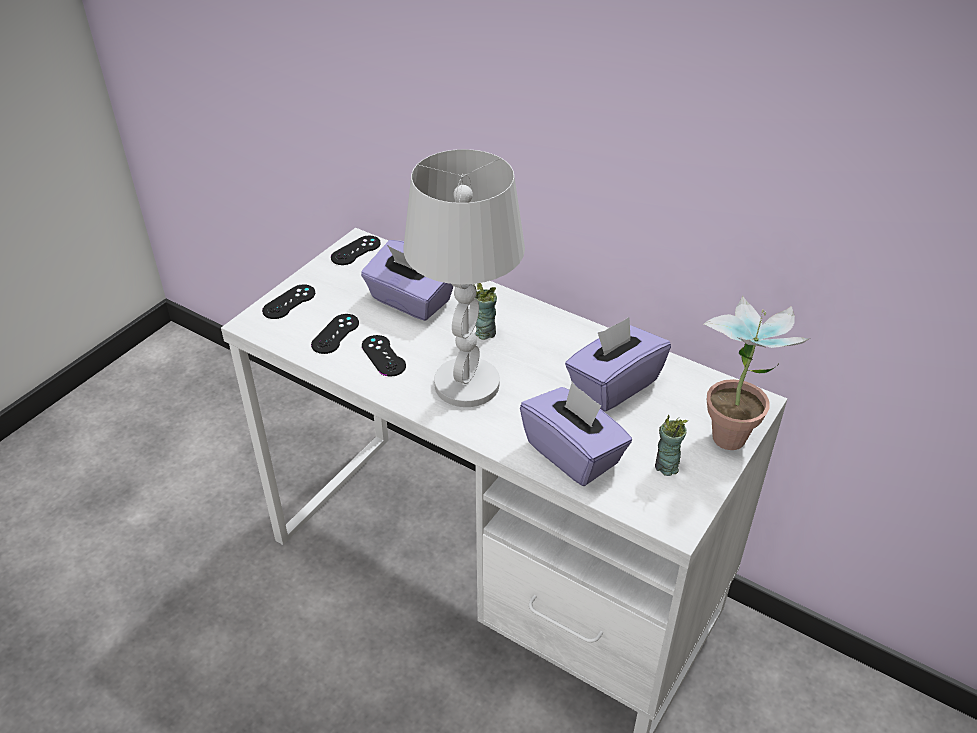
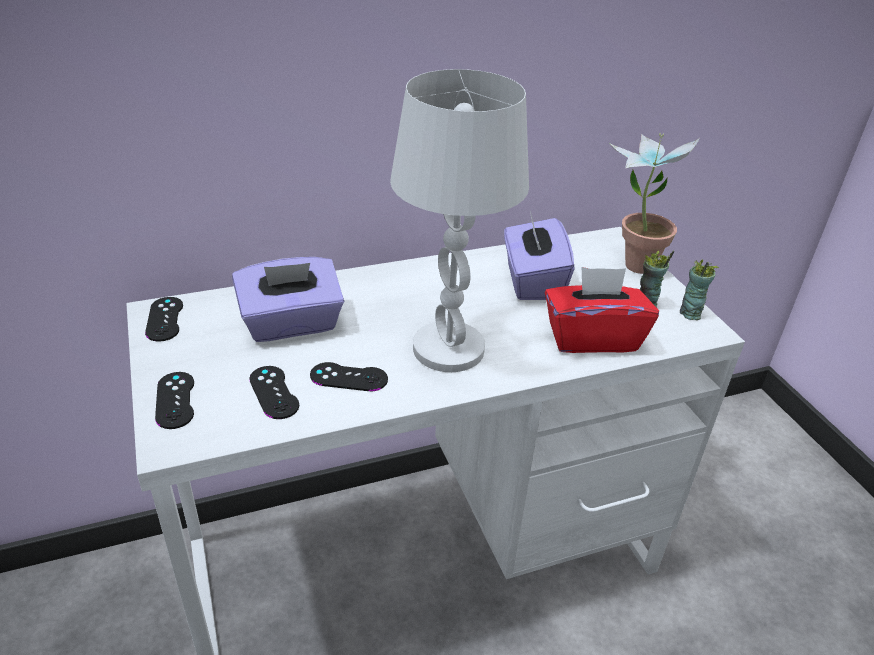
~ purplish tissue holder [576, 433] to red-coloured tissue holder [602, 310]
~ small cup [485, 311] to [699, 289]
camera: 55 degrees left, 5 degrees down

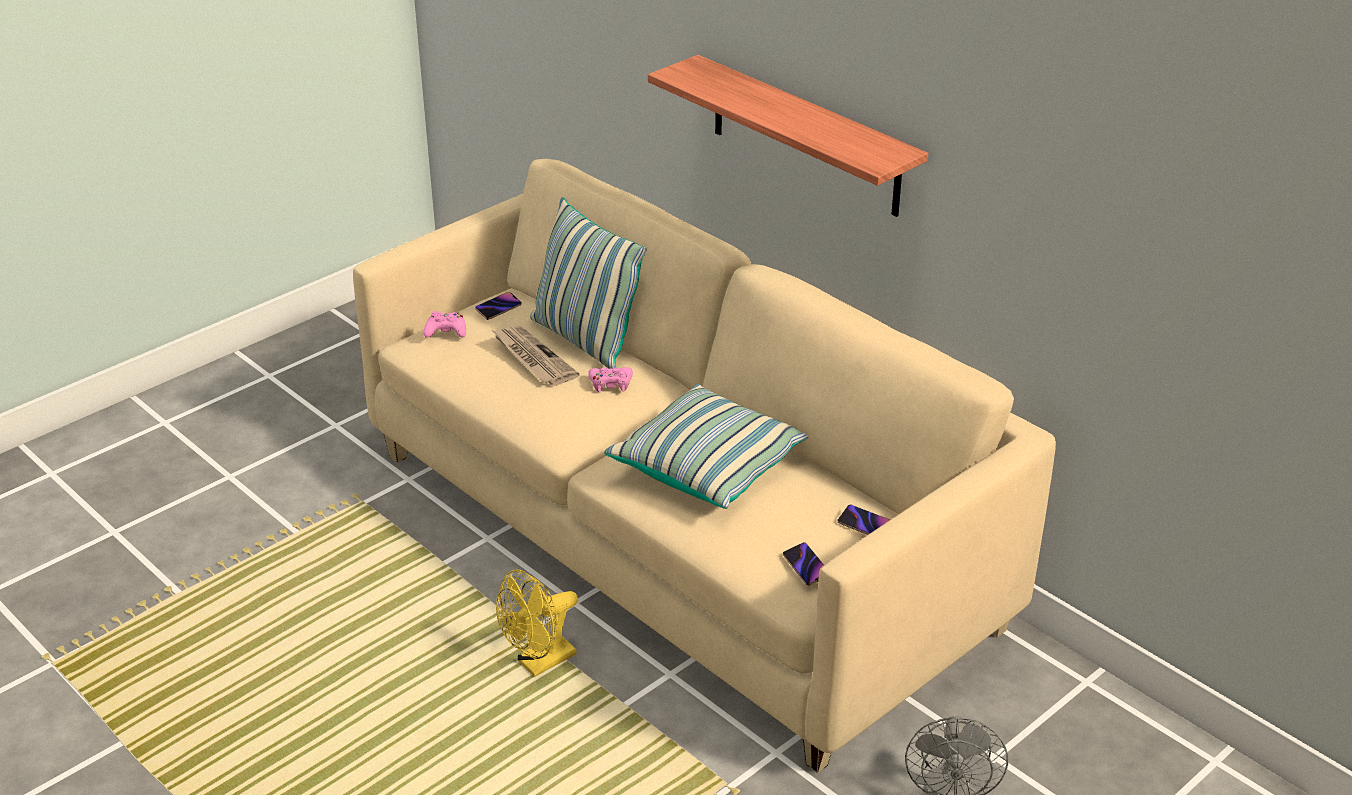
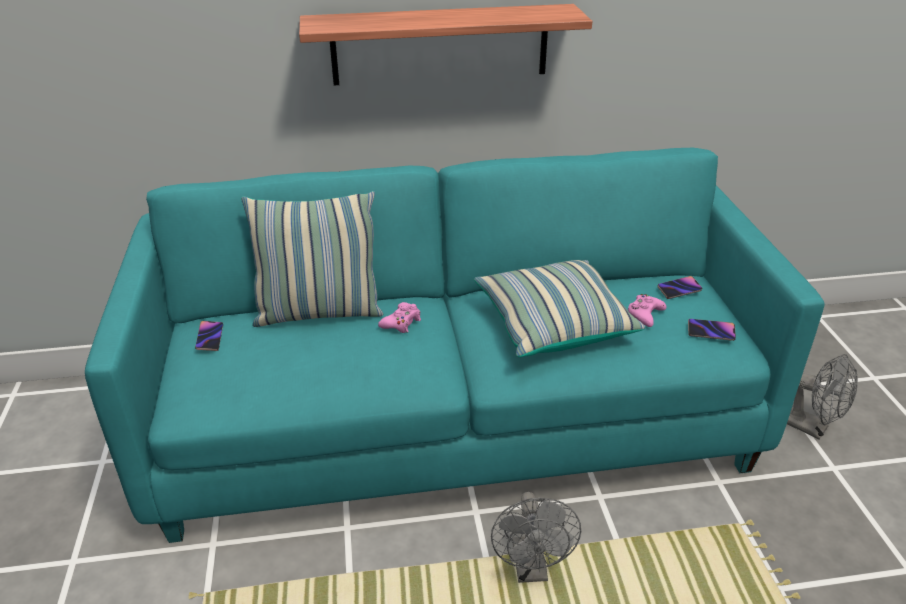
~ sand-coloured settee [704, 466] to turquoise-coloured settee [454, 345]
~ yellow-coloured fan [537, 623] to grey fan [536, 537]
~ pink gamepad [445, 324] to [647, 310]
- printed paper [535, 355]
camera: 55 degrees left, 0 degrees up

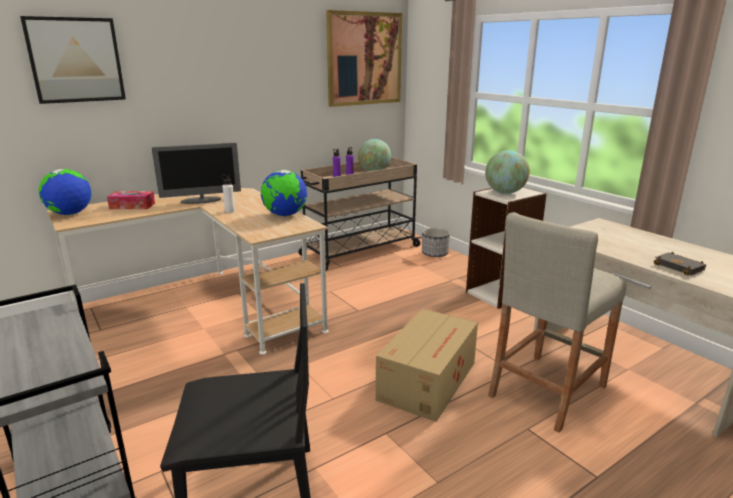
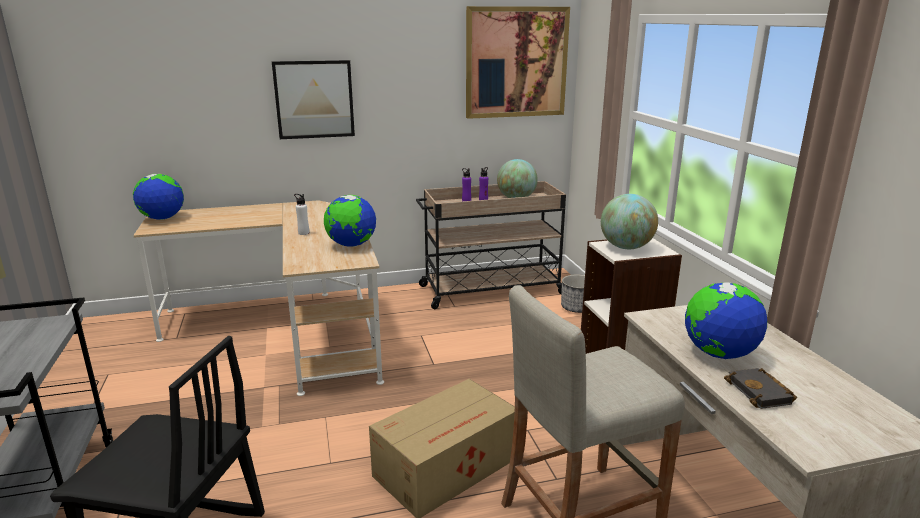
~ wall picture [73, 60] to [313, 99]
+ desk globe [726, 321]
- tissue holder [131, 200]
- monitor [196, 173]
camera: 20 degrees right, 0 degrees up

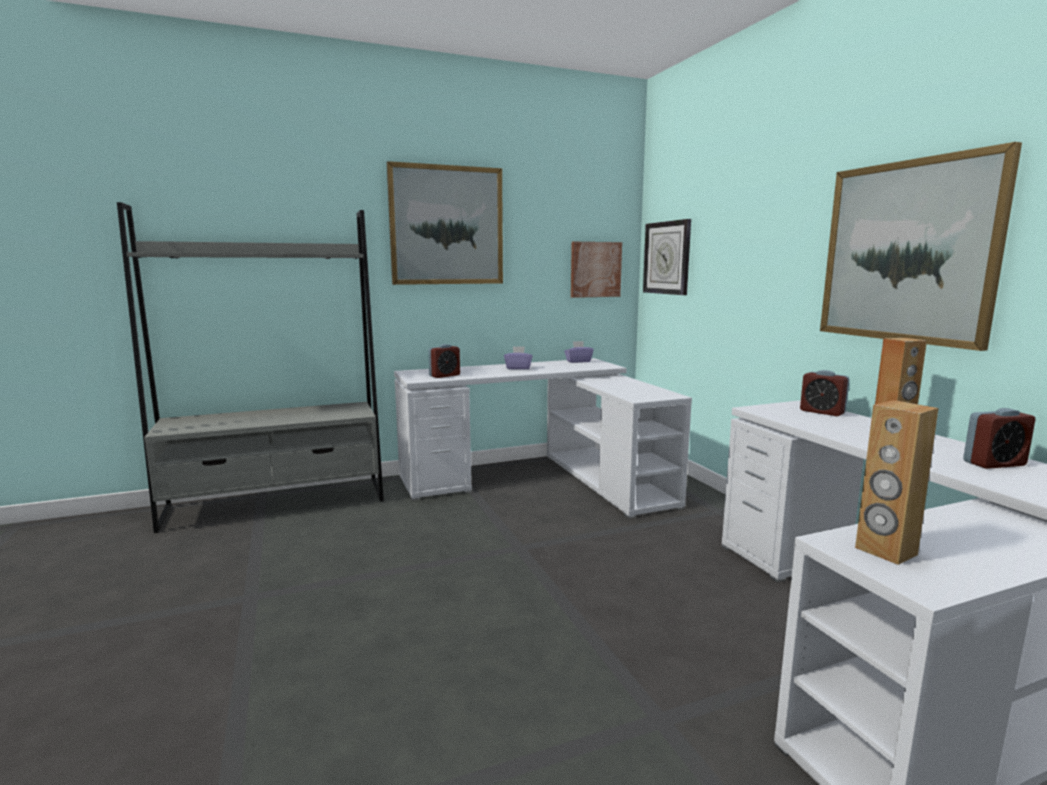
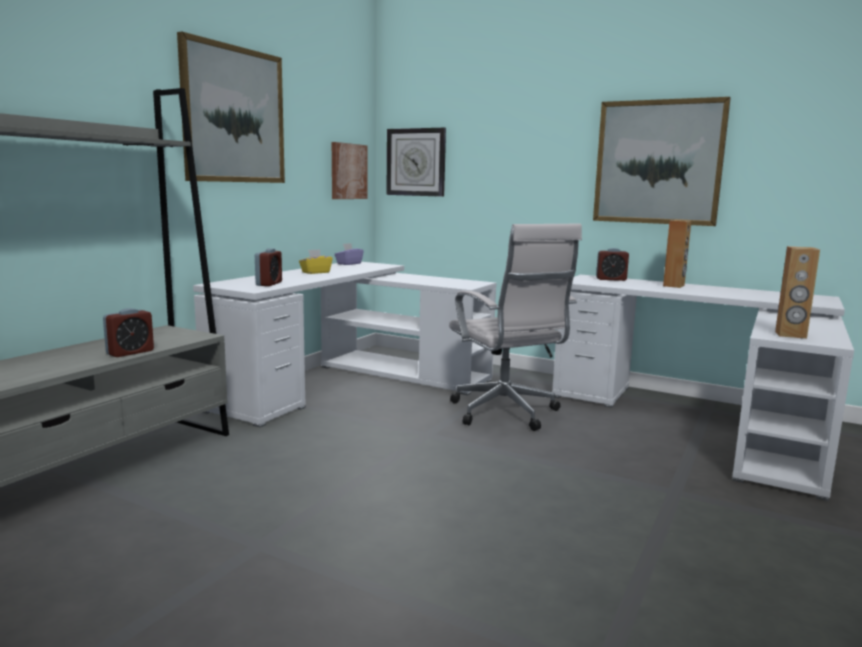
~ bedside clock [999, 438] to [128, 332]
~ purplish tissue holder [518, 357] to yellow-coloured tissue holder [316, 261]
+ white-coloured computer chair [515, 327]
camera: 40 degrees left, 0 degrees up

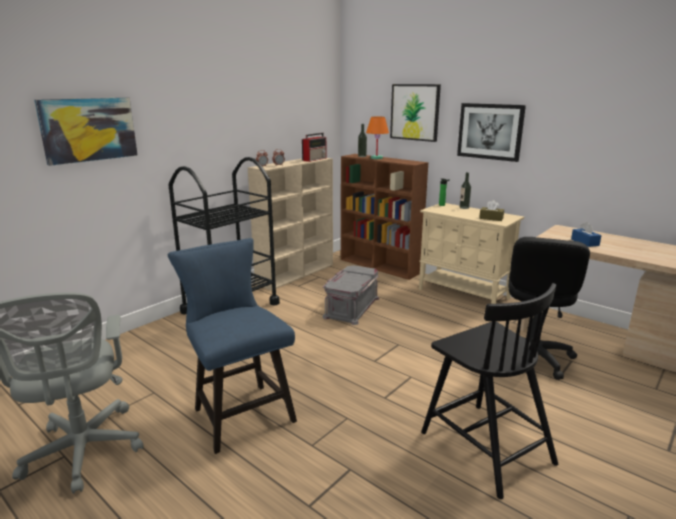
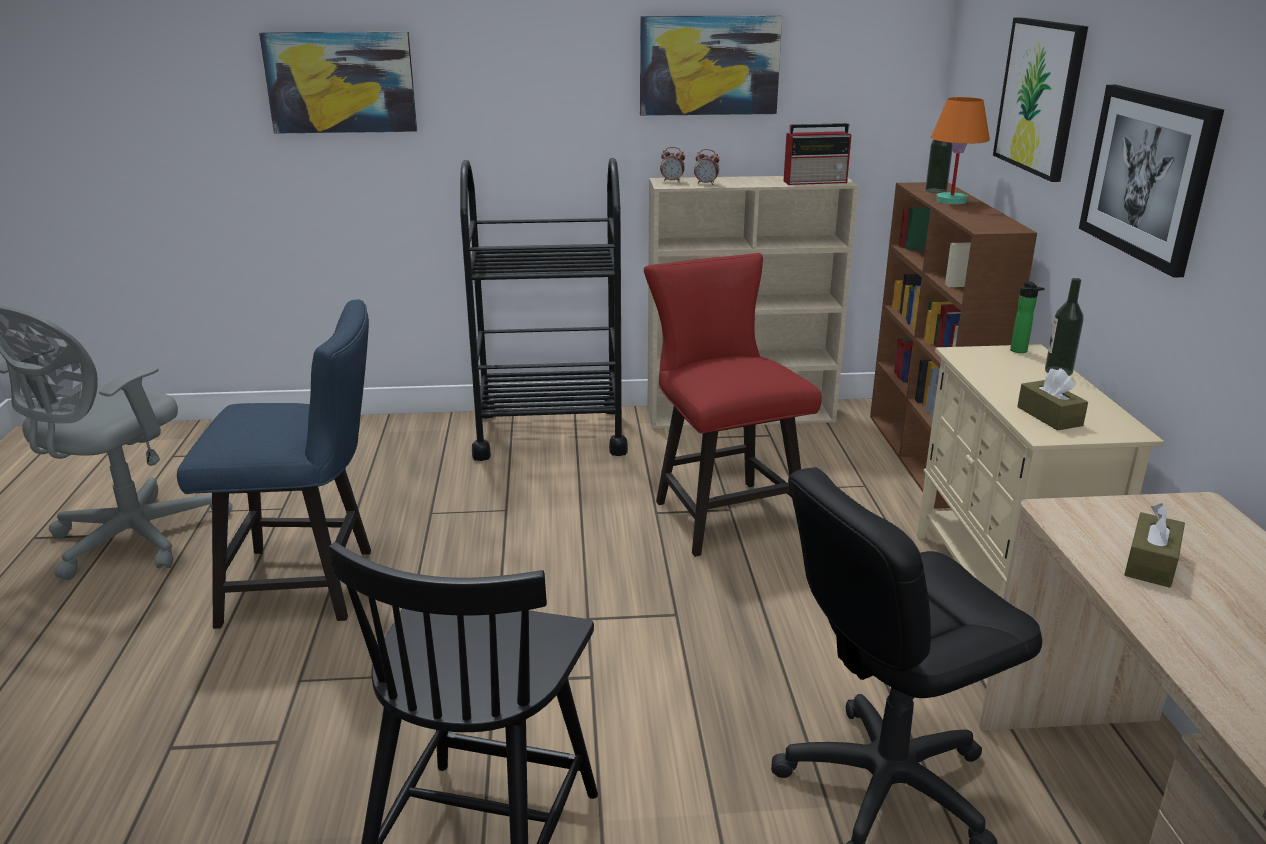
~ blue-coloured plain chair [232, 346] = [274, 464] 75 degrees clockwise
+ wall picture [711, 65]
~ grey storage box [351, 295] to red-coloured plain chair [733, 405]
~ blue-coloured tissue holder [586, 234] to brown-coloured tissue holder [1154, 545]
camera: 45 degrees right, 5 degrees up

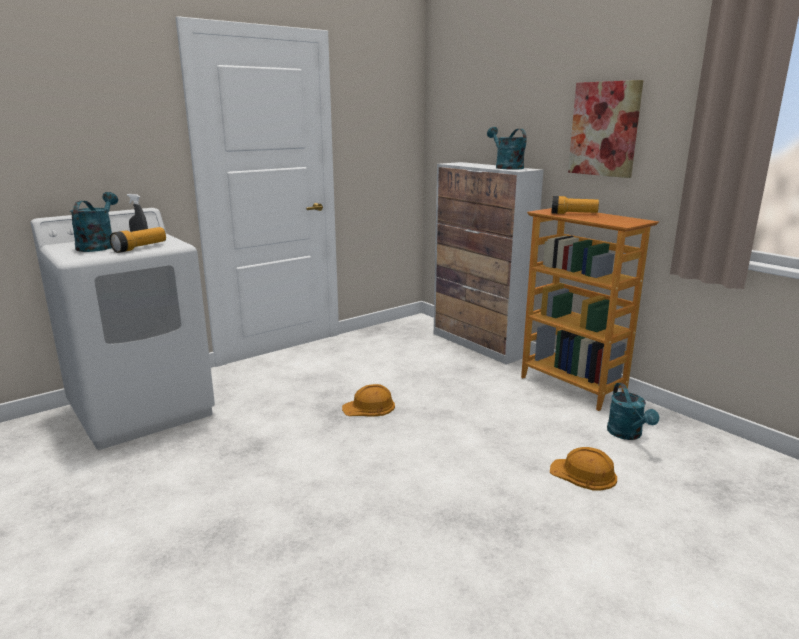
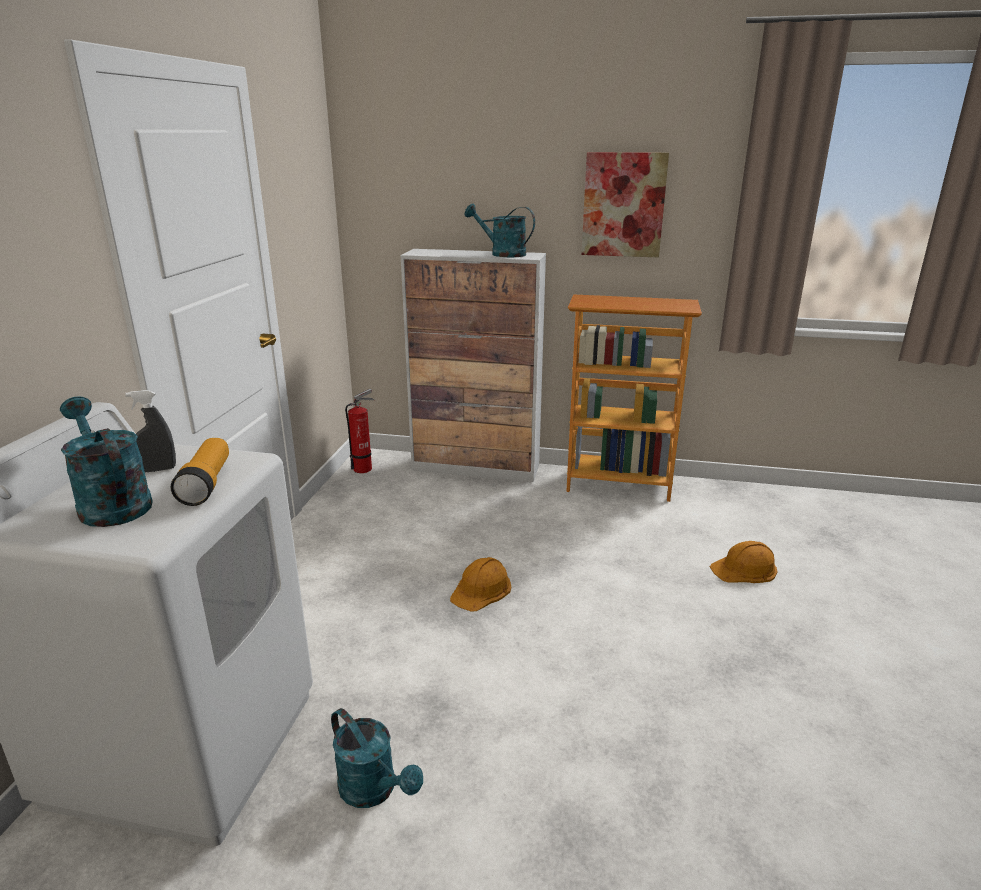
~ turquoise-coloured watering can [633, 411] to [377, 758]
+ fire extinguisher [359, 431]
- torch [575, 205]
camera: 40 degrees left, 5 degrees up

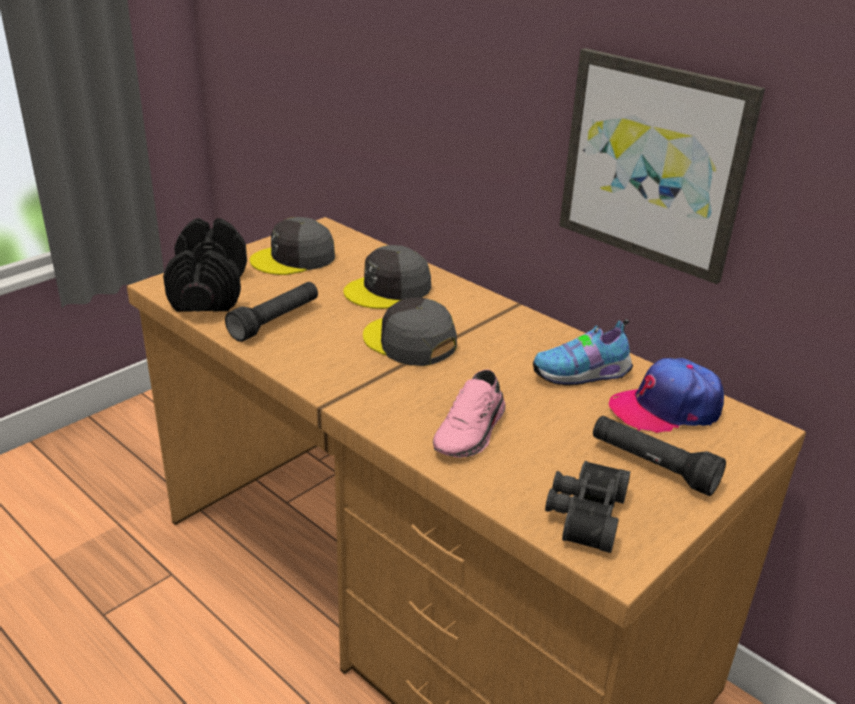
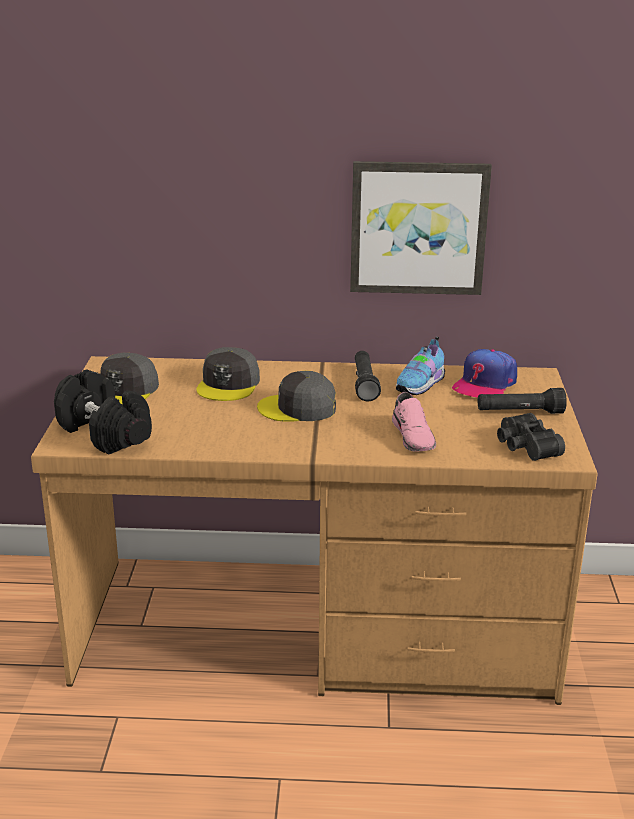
~ black torch [271, 312] to [368, 376]
camera: 40 degrees left, 5 degrees down

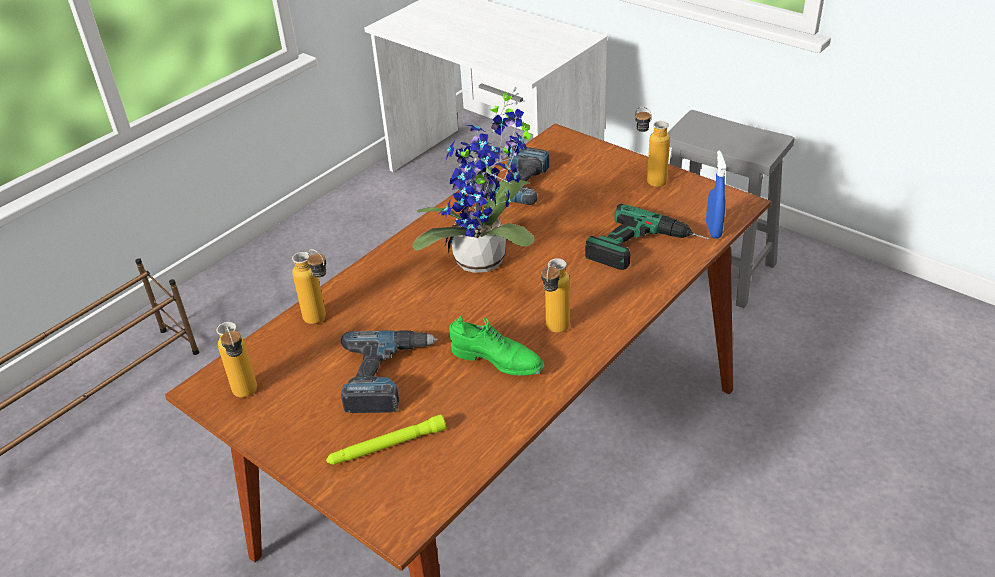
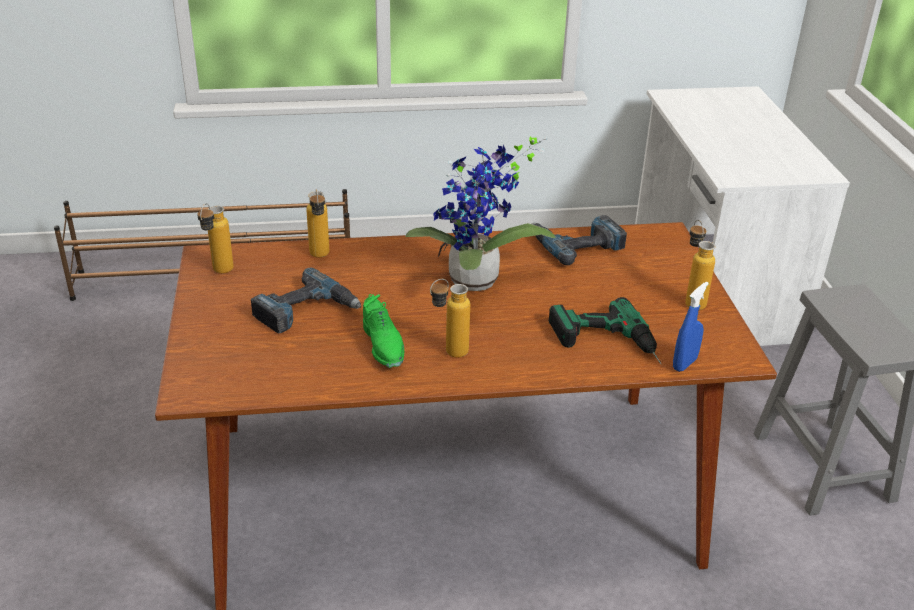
- green torch [386, 439]
camera: 40 degrees right, 5 degrees down

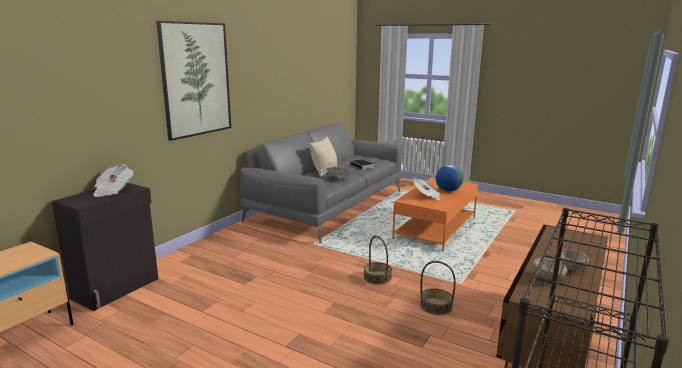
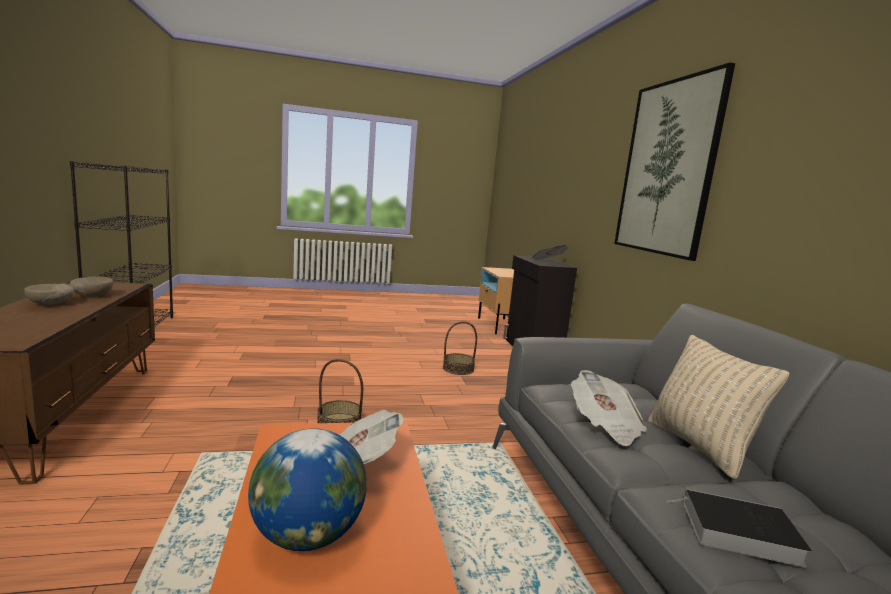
~ storage basket [438, 288] to [460, 348]
camera: 135 degrees right, 5 degrees down

